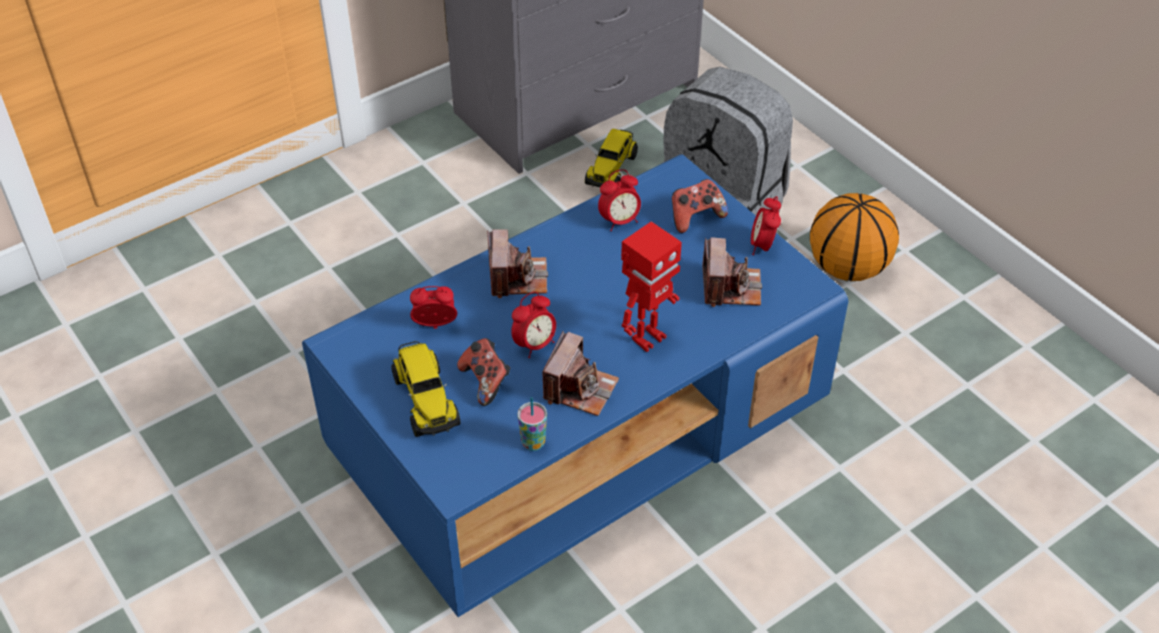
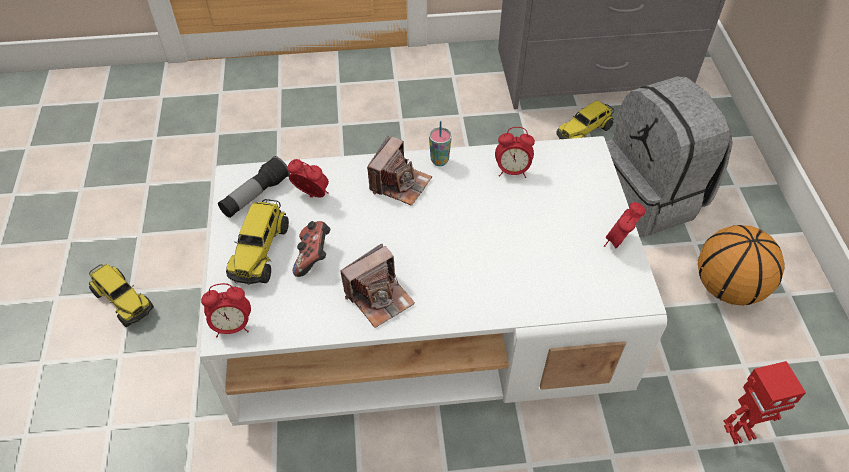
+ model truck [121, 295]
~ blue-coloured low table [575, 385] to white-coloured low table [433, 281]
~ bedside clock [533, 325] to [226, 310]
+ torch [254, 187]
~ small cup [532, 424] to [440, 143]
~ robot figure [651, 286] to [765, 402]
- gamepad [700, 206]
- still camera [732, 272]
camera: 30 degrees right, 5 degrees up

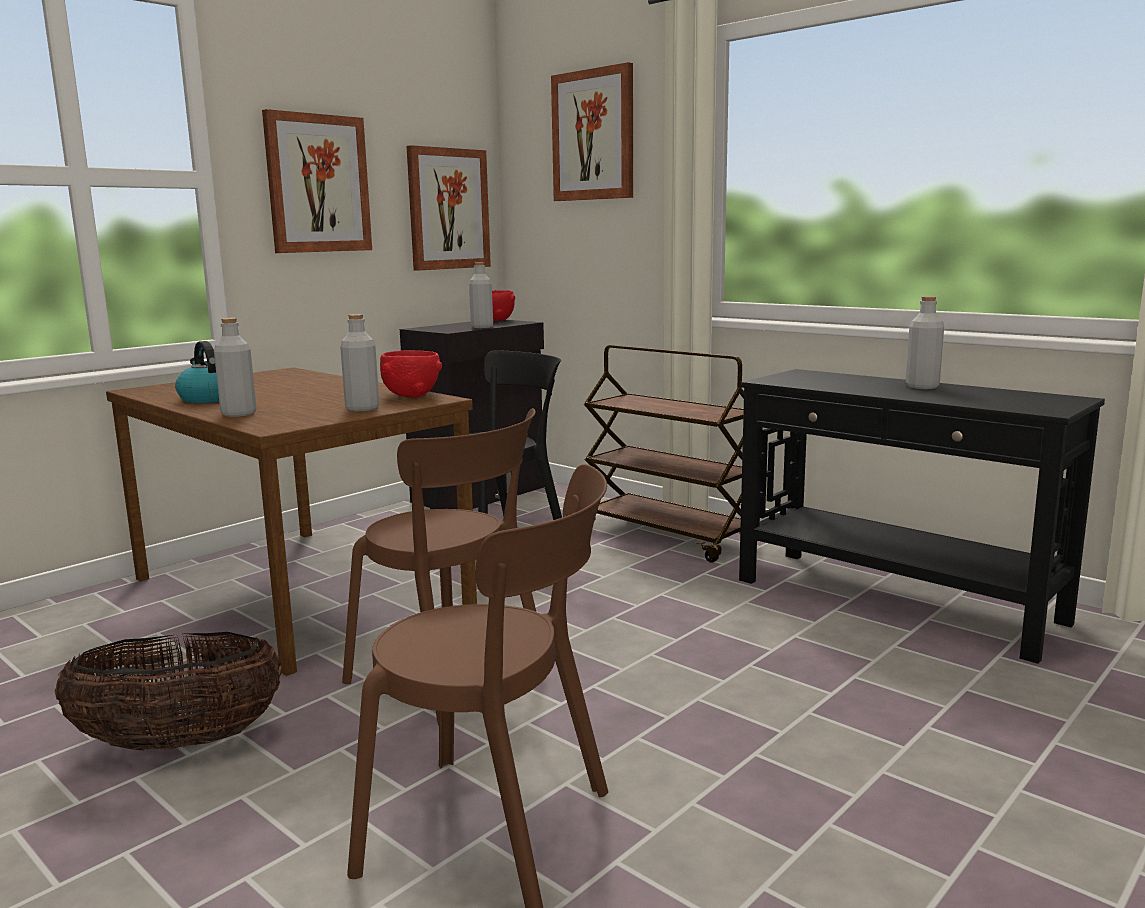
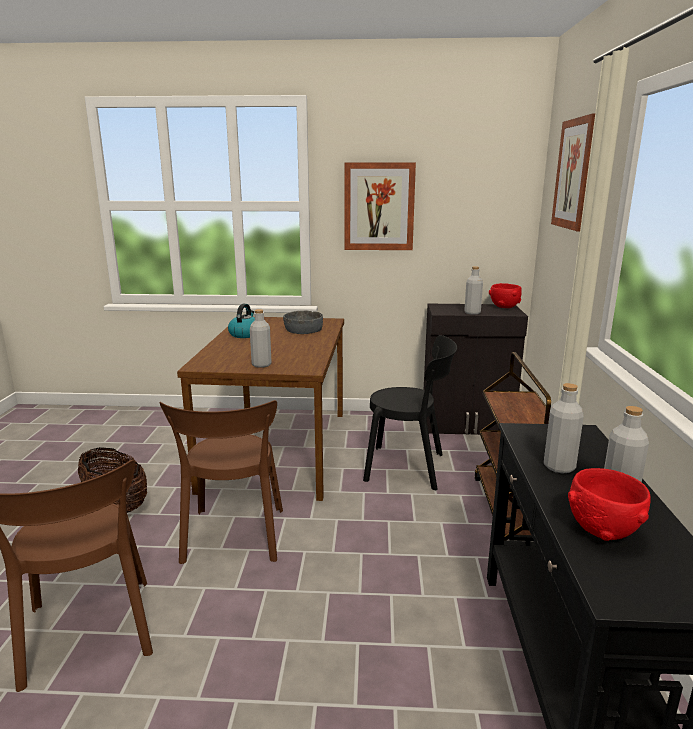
+ grey deep dish [303, 322]
~ grey bottle [235, 367] to [564, 428]
~ red-coloured deep dish [411, 374] to [609, 504]
- wall picture [448, 208]
camera: 50 degrees right, 5 degrees up

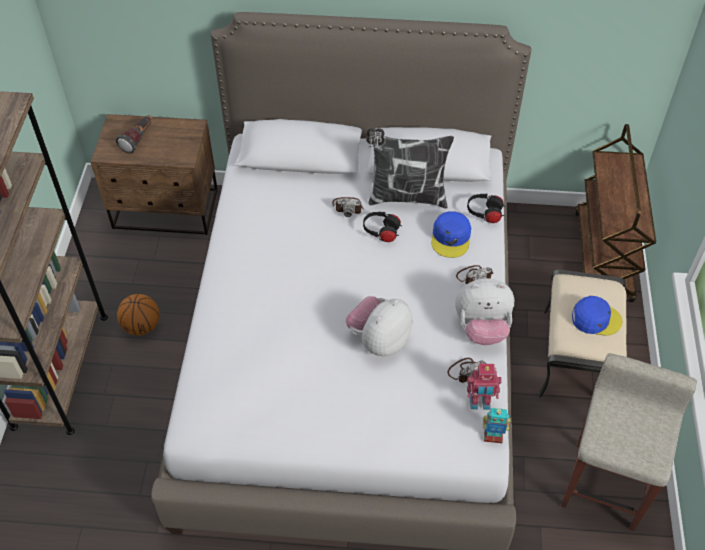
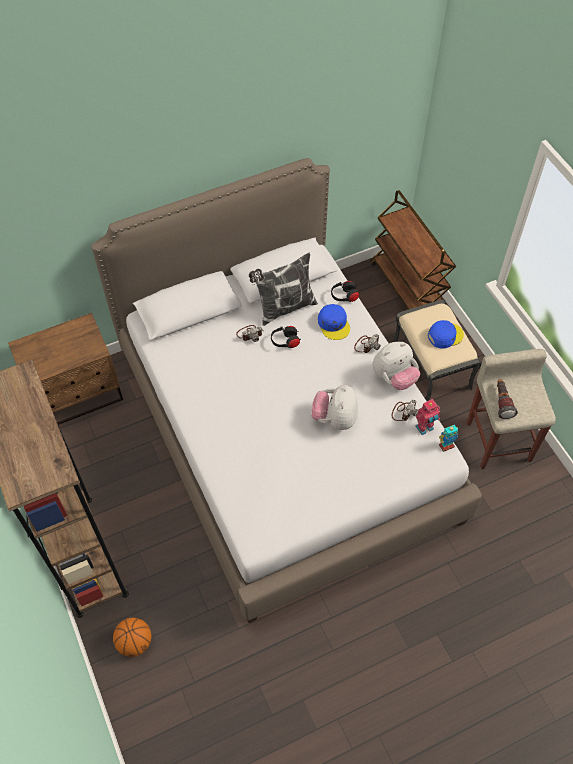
~ basketball [138, 315] to [132, 637]
~ torch [134, 134] to [507, 399]
camera: 30 degrees left, 5 degrees up

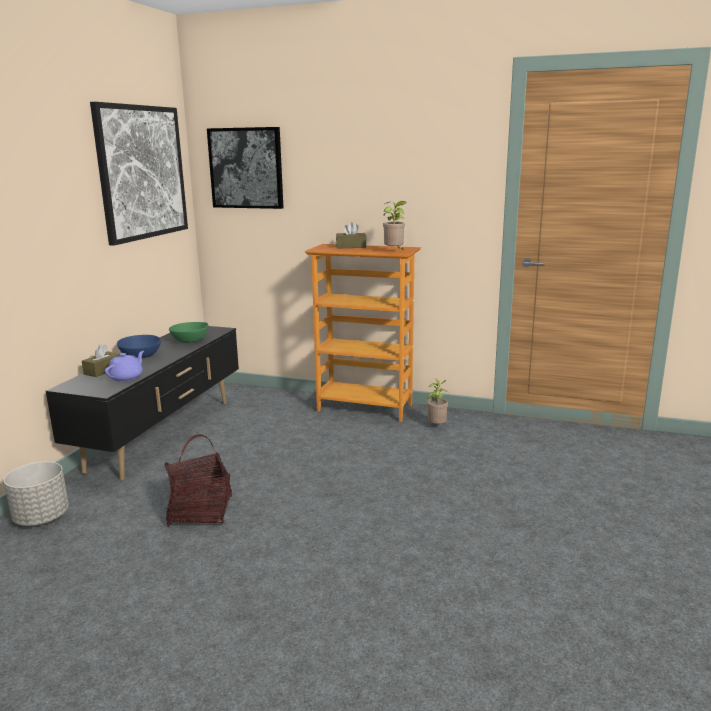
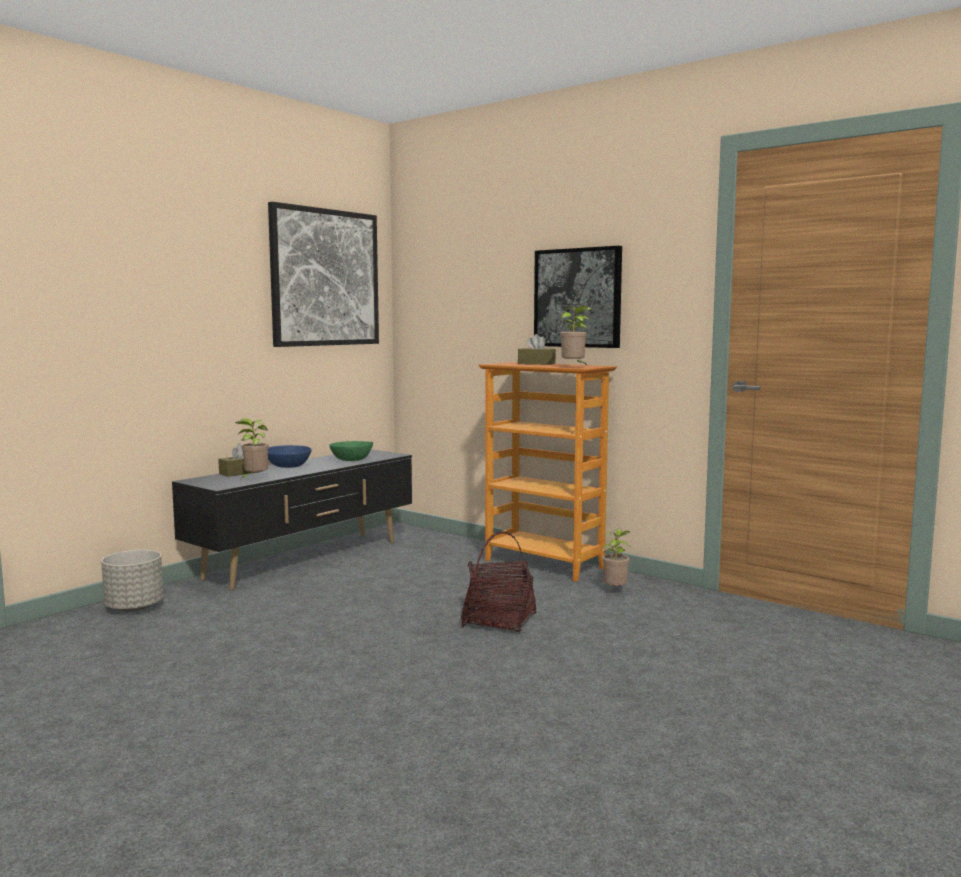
~ purplish tea pot [124, 366] to potted plant [252, 449]
~ storage basket [198, 480] to [498, 582]
~ wall picture [245, 168] to [578, 297]
camera: 20 degrees right, 10 degrees down

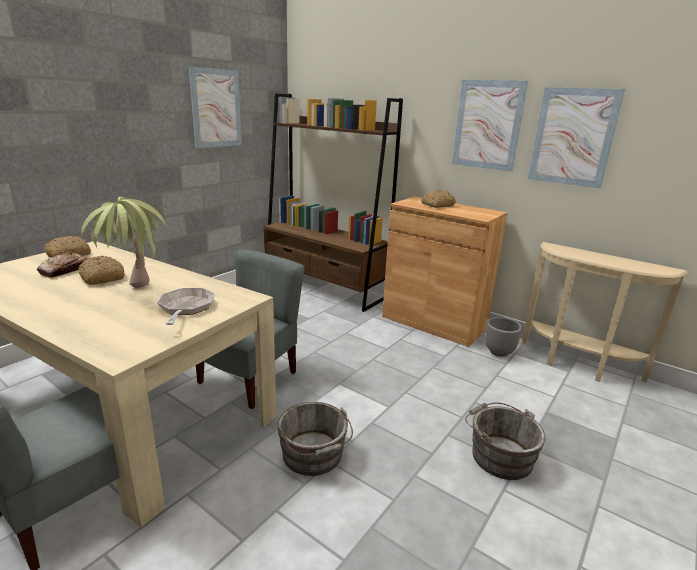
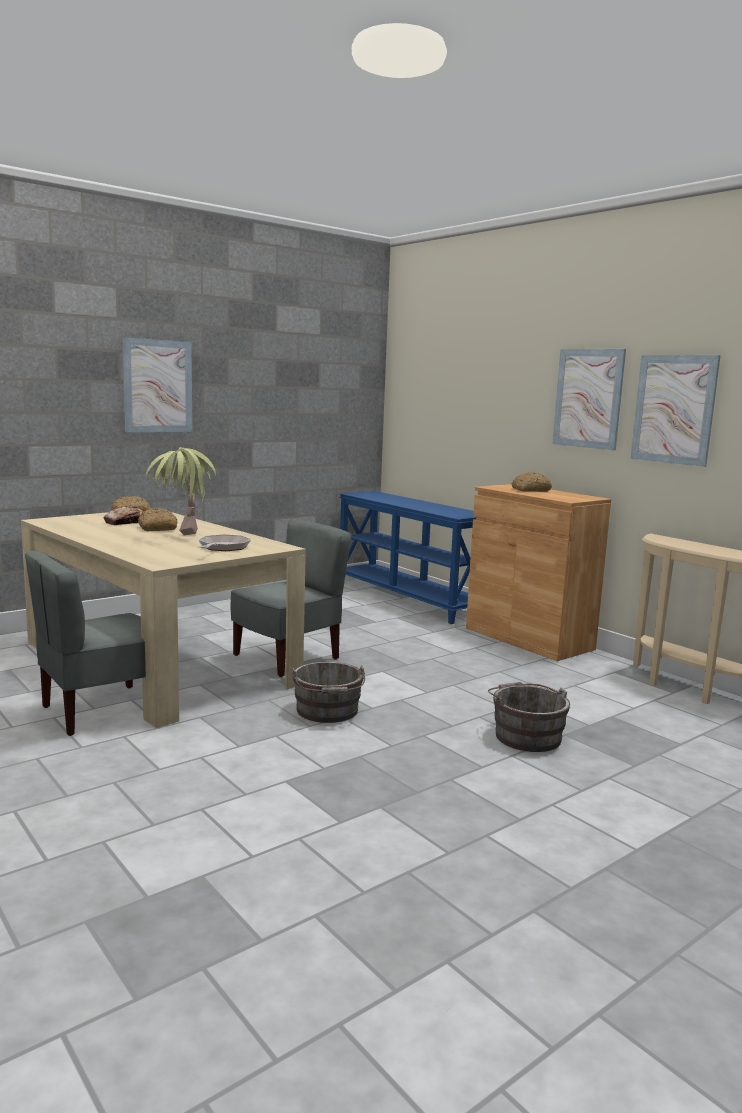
~ wall picture [215, 107] to [157, 384]
~ brown-coloured shelving unit [333, 202] to blue-coloured console table [408, 557]
- grey planter [503, 337]
camera: 15 degrees right, 10 degrees down

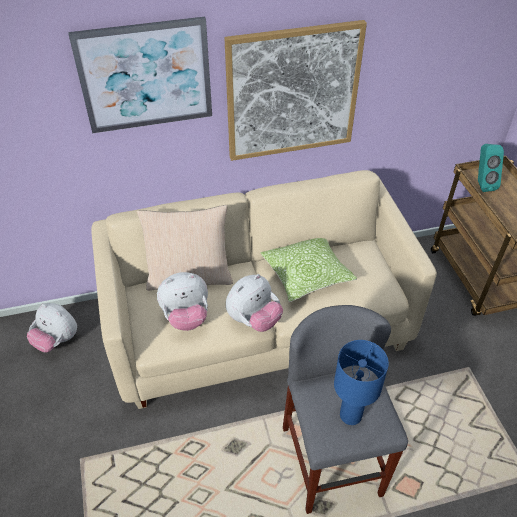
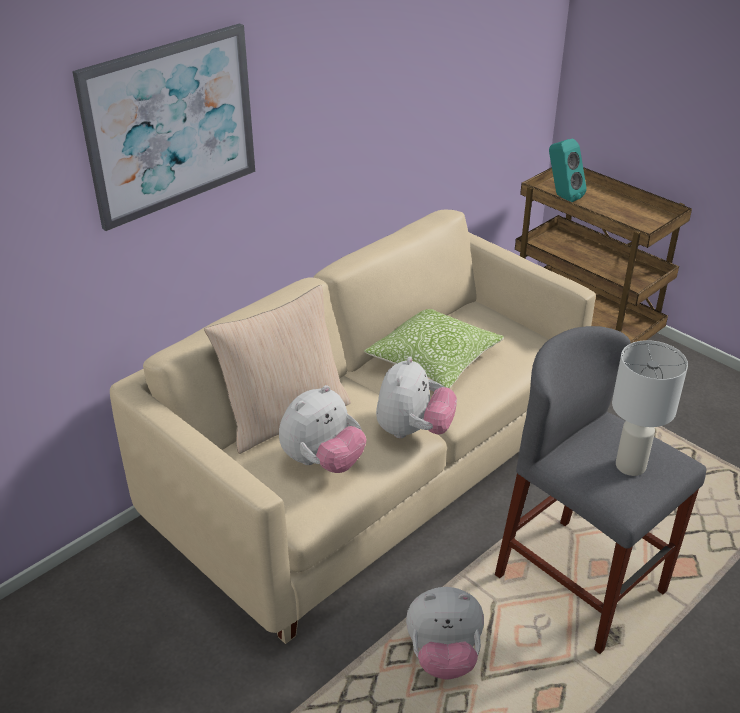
~ plush toy [52, 327] to [445, 633]
~ blue-coloured lamp for a table [361, 382] to white-coloured lamp for a table [650, 408]
- wall picture [295, 90]
camera: 30 degrees left, 10 degrees down

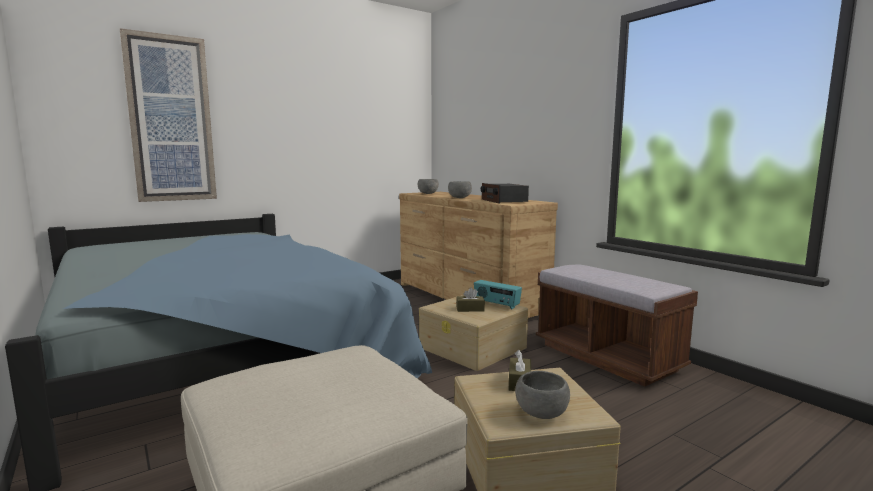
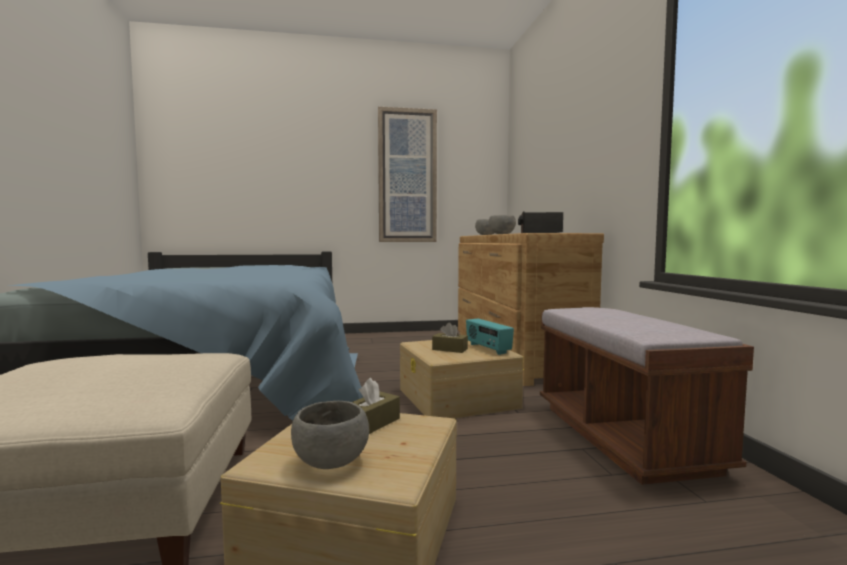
~ wall picture [168, 115] to [407, 174]
camera: 25 degrees right, 5 degrees down

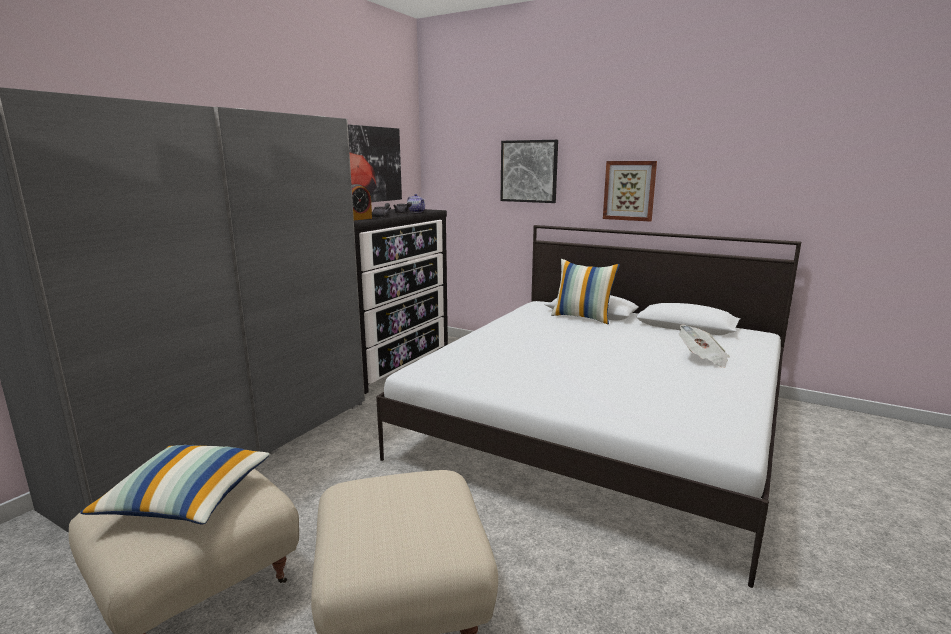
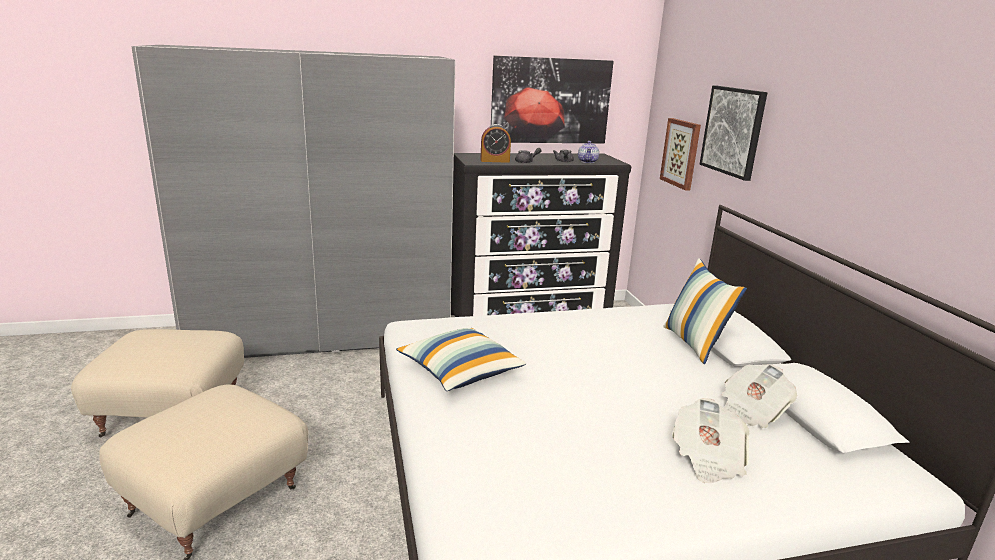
~ throw pillow [175, 484] to [461, 359]
~ wall picture [630, 191] to [680, 154]
+ printed paper [759, 396]
camera: 45 degrees right, 5 degrees up

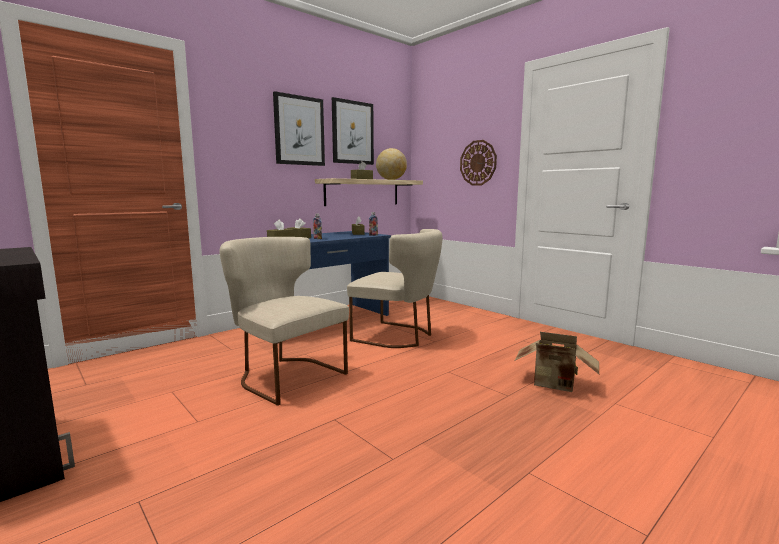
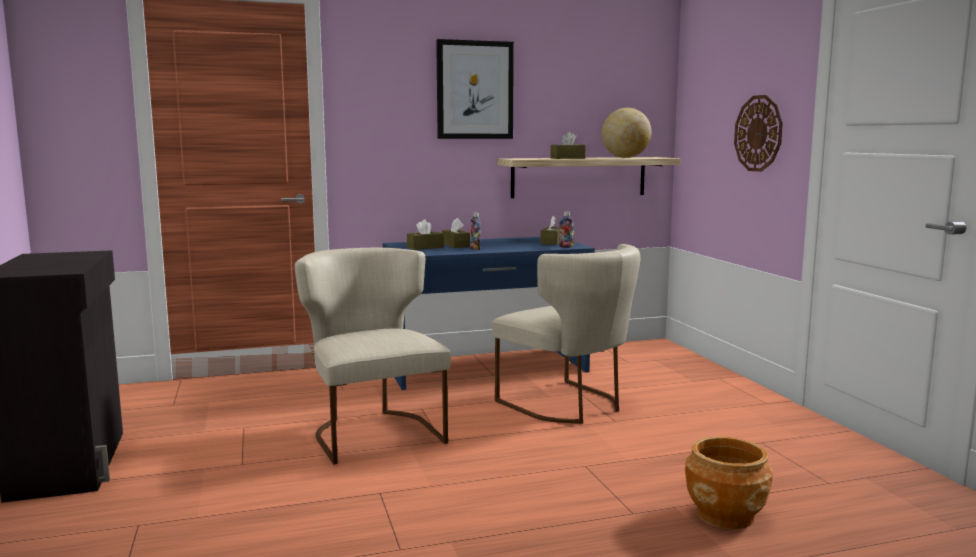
~ packing box [556, 362] to brown-coloured planter [729, 482]
- wall picture [353, 131]
camera: 25 degrees right, 0 degrees up

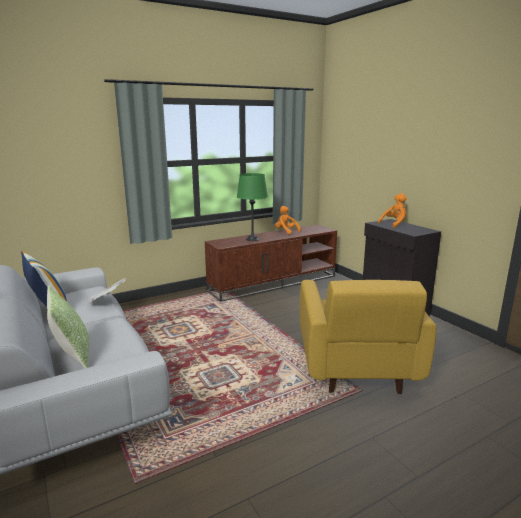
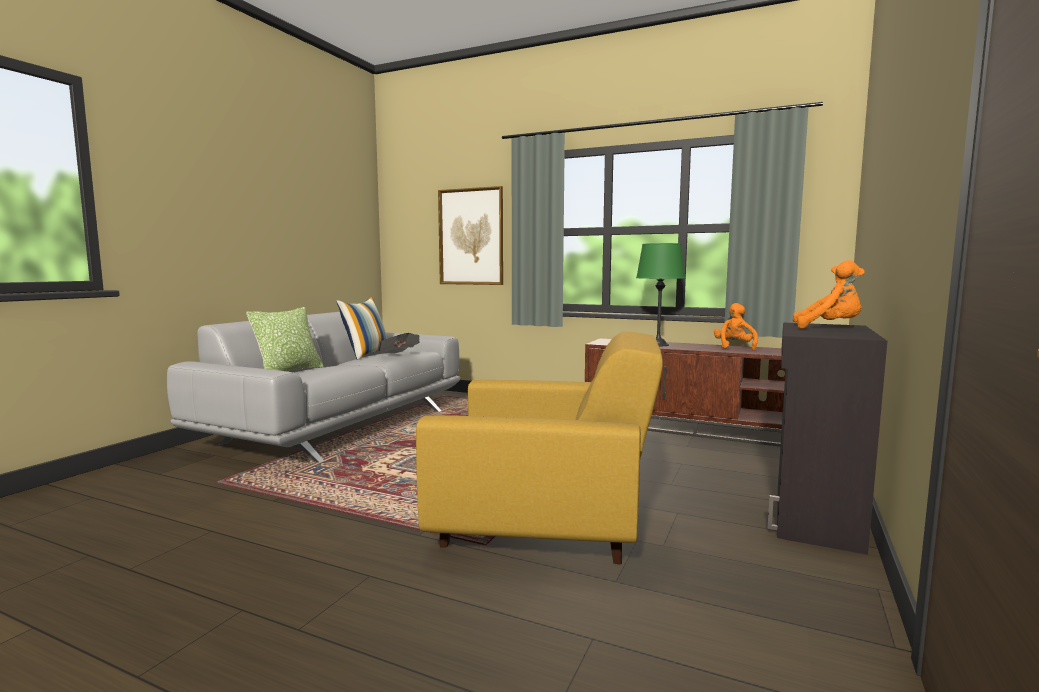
~ yellow-coloured armchair [368, 337] = [539, 448] 135 degrees counterclockwise
+ wall picture [470, 235]
camera: 55 degrees right, 10 degrees down

